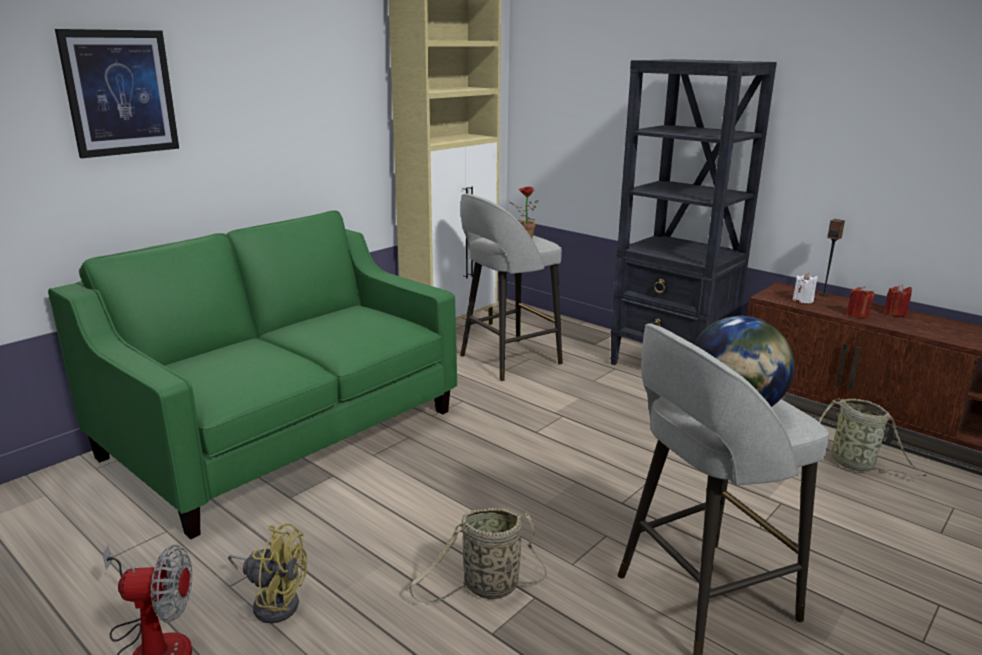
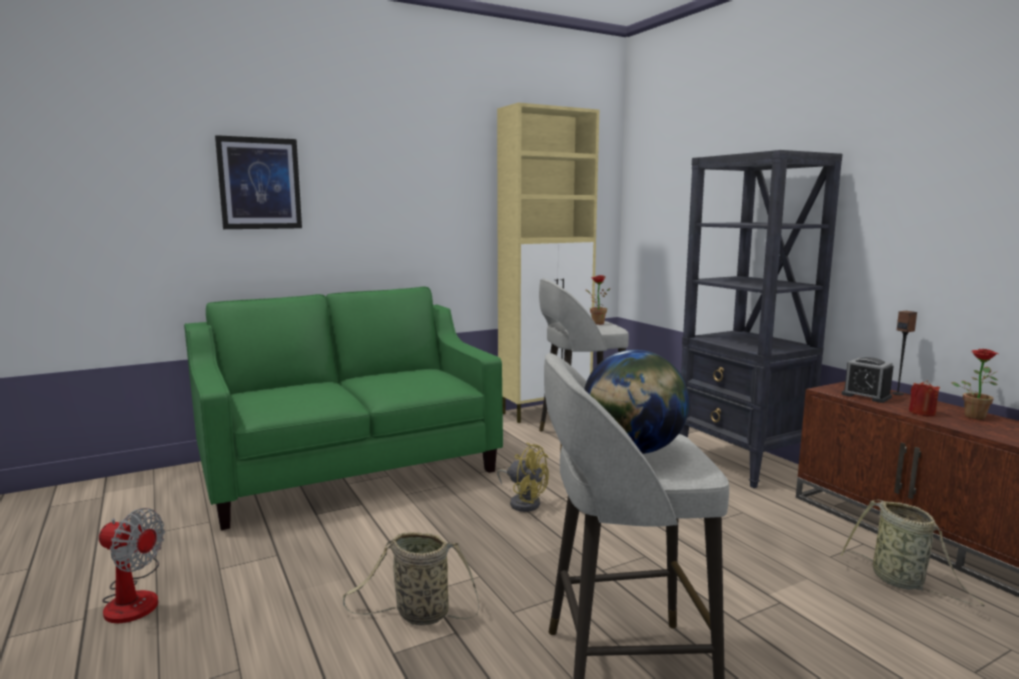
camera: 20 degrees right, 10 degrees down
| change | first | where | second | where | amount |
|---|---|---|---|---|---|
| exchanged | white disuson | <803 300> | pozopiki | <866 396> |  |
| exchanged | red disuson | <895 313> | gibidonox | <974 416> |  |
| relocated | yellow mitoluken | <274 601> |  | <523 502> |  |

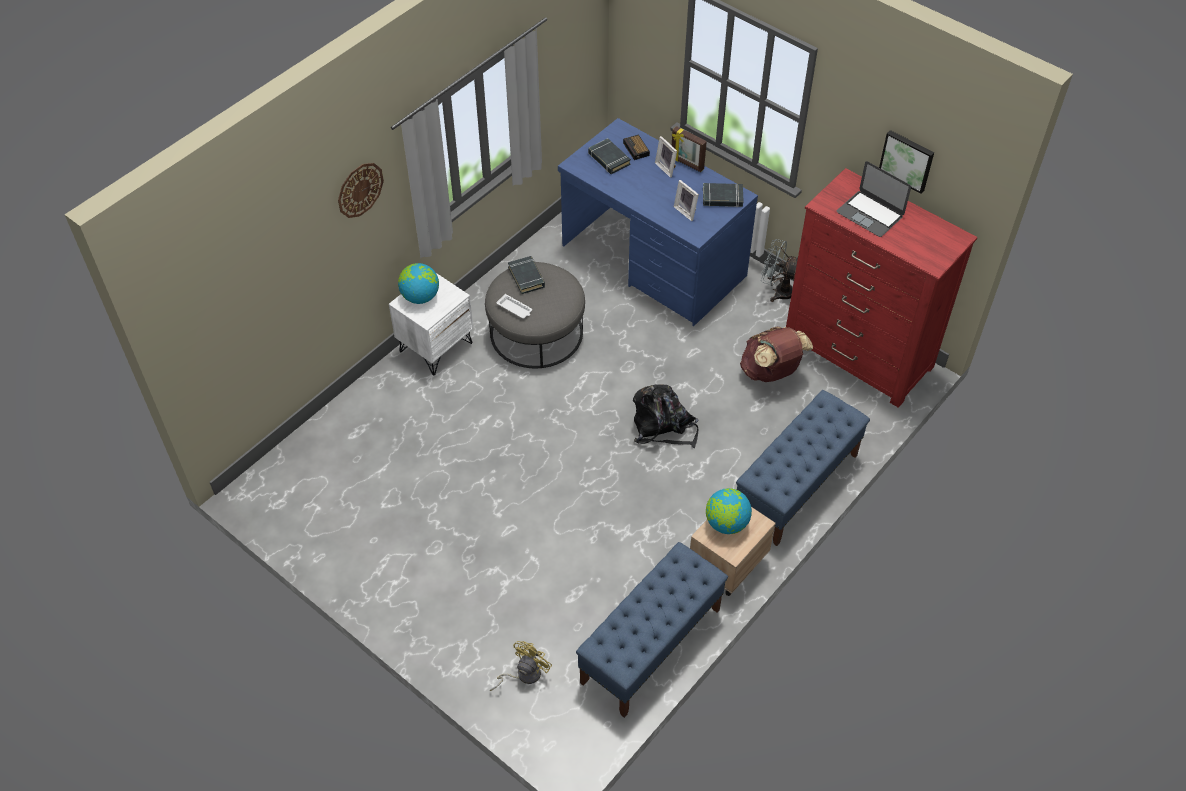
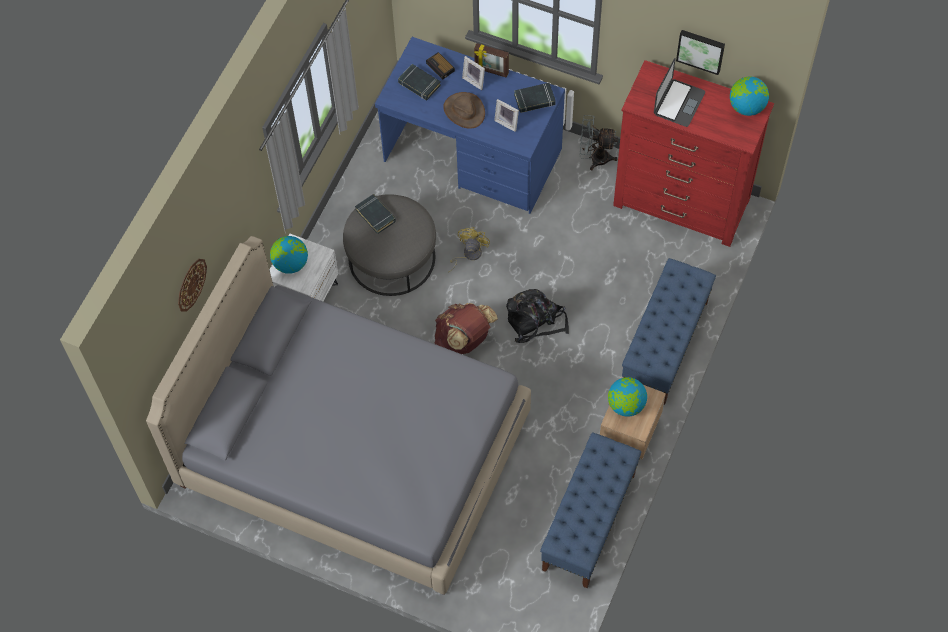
camera: 15 degrees left, 10 degrees up
| change | first | where | second | where | amount |
|---|---|---|---|---|---|
| spun | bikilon | <870 214> |  | <679 103> | 90 degrees counterclockwise |
| relocated | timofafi | <360 189> |  | <191 284> |  |
| missing | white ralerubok | <515 308> |  |  |  |
| relocated | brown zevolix | <771 372> |  | <464 340> |  |
| relocated | yellow mitoluken | <523 674> |  | <468 254> |  |
| appeared |  |  | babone | <746 107> |  |
| appeared |  |  | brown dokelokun | <464 111> |  |
| appeared |  |  | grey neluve | <354 451> |  |

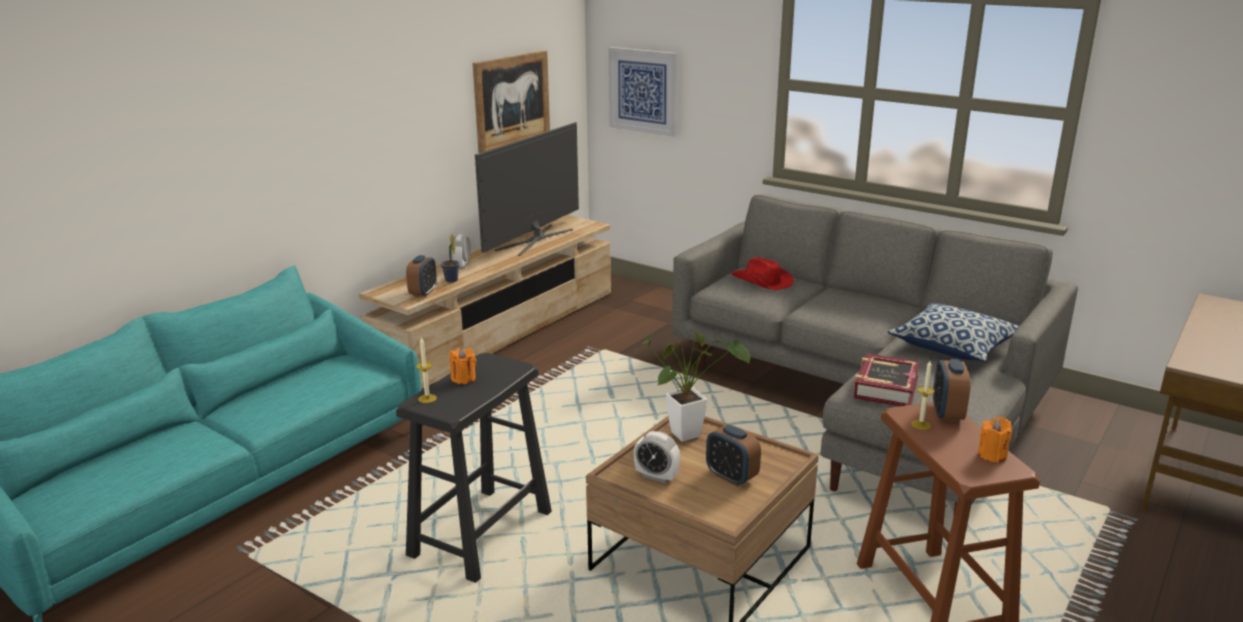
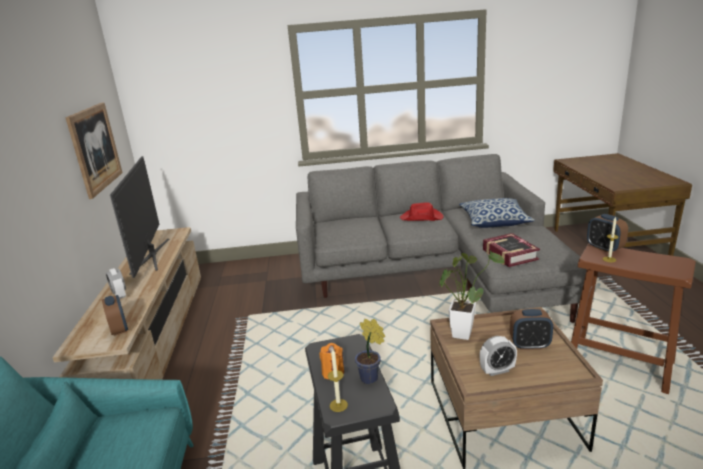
camera: 40 degrees left, 0 degrees up
| change | first | where | second | where | amount |
|---|---|---|---|---|---|
| missing | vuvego | <643 91> |  |  |  |
| relocated | gibidonox | <452 281> |  | <371 379> |  |
| relocated | red dokelokun | <762 281> |  | <422 218> |  |
| missing | orange disuson | <992 455> |  |  |  |

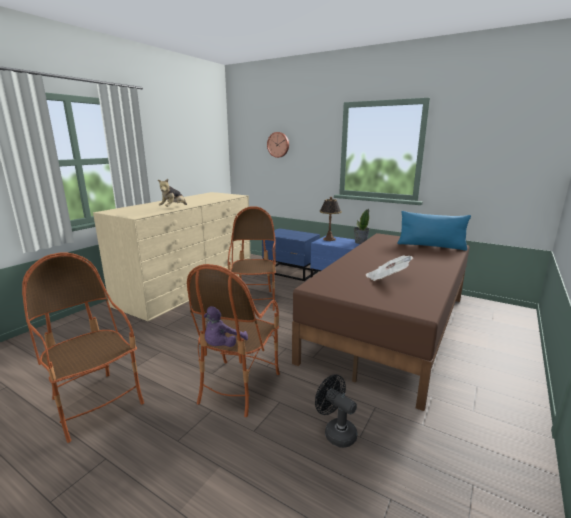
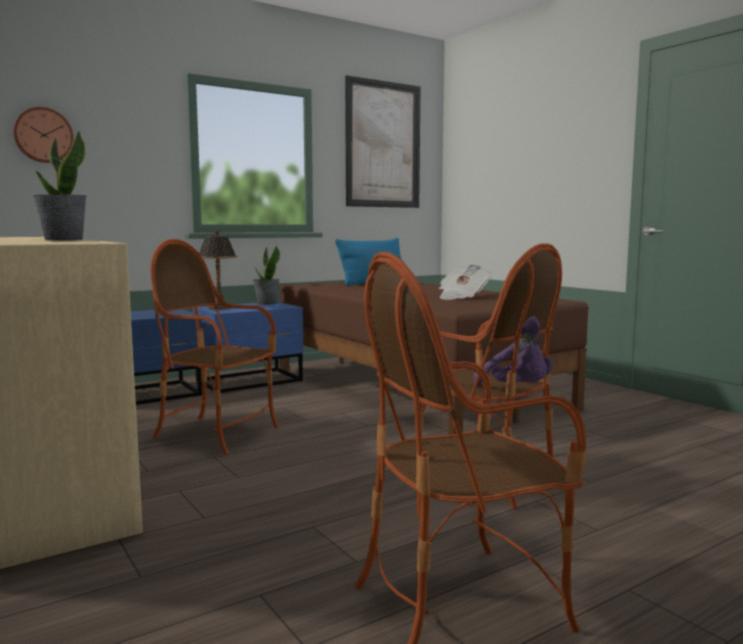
camera: 65 degrees left, 10 degrees down
| change | first | where | second | where | amount |
|---|---|---|---|---|---|
| exchanged | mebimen | <173 208> | gibidonox | <63 240> |  |
| missing | black mitoluken | <336 432> |  |  |  |
| appeared |  |  | vuvego | <383 145> |  |

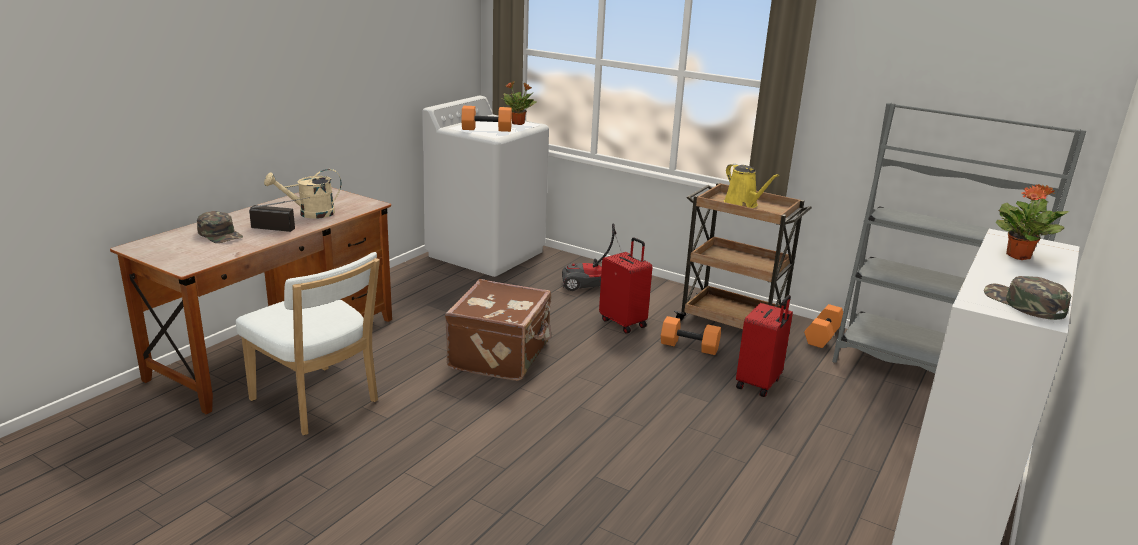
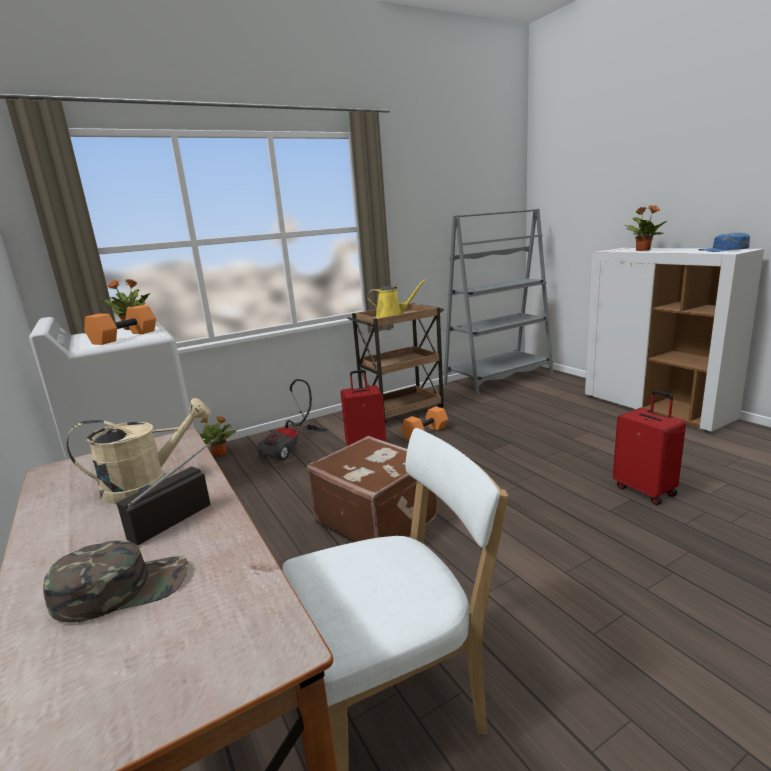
camera: 60 degrees left, 5 degrees down
| change | first | where | second | where | amount |
|---|---|---|---|---|---|
| spun | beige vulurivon | <310 214> |  | <148 484> | 120 degrees counterclockwise |
| colour | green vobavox | <1023 303> | blue vobavox | <723 250> |  |
| relocated | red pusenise | <759 384> |  | <645 490> |  |
| missing | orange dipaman | <824 336> |  |  |  |
| appeared |  |  | gibidonox | <220 454> |  |

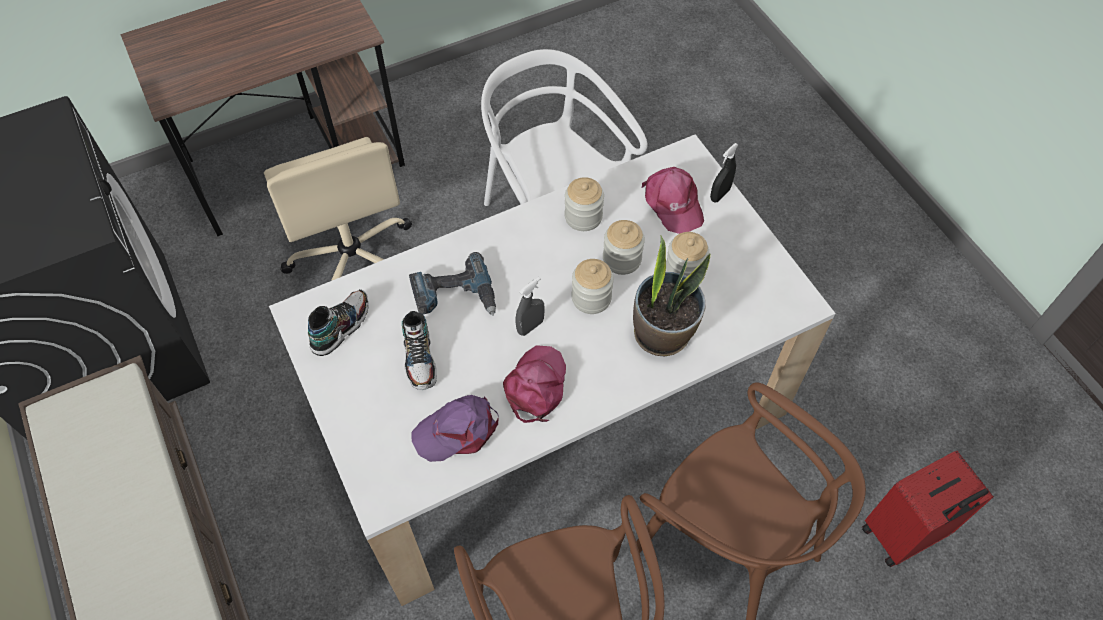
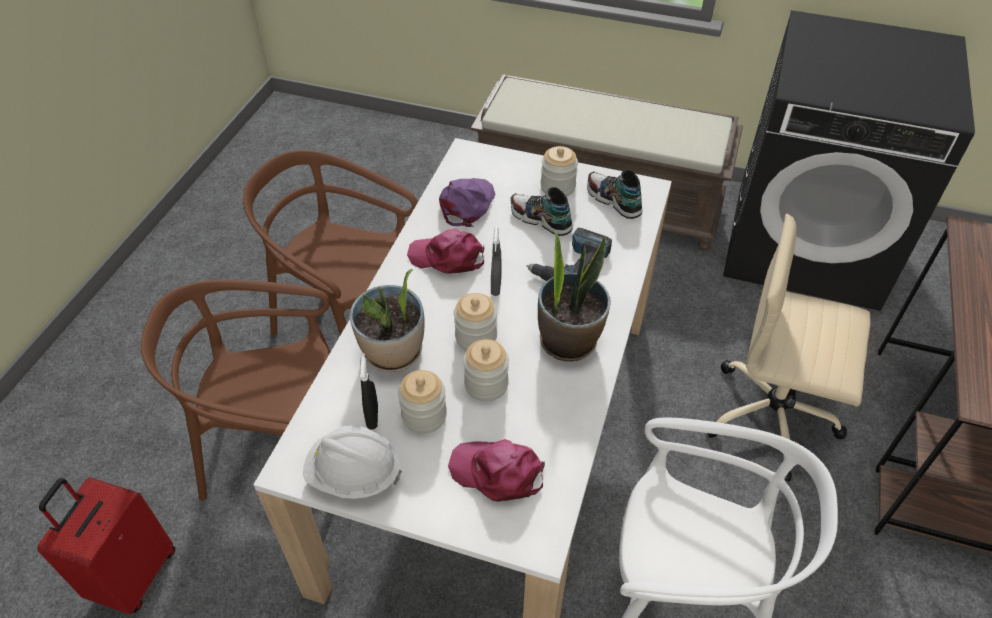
camera: 135 degrees right, 10 degrees down
| change | first | where | second | where | amount |
|---|---|---|---|---|---|
| relocated | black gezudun | <720 194> |  | <372 417> |  |
| relocated | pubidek | <583 217> |  | <557 187> |  |
| spun | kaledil | <341 326> |  | <613 201> | 150 degrees clockwise |
| spun | pink vobavox | <536 386> |  | <447 257> | 135 degrees clockwise |
| appeared |  |  | gibidonox | <568 340> |  |
| appeared |  |  | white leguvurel | <353 475> |  |

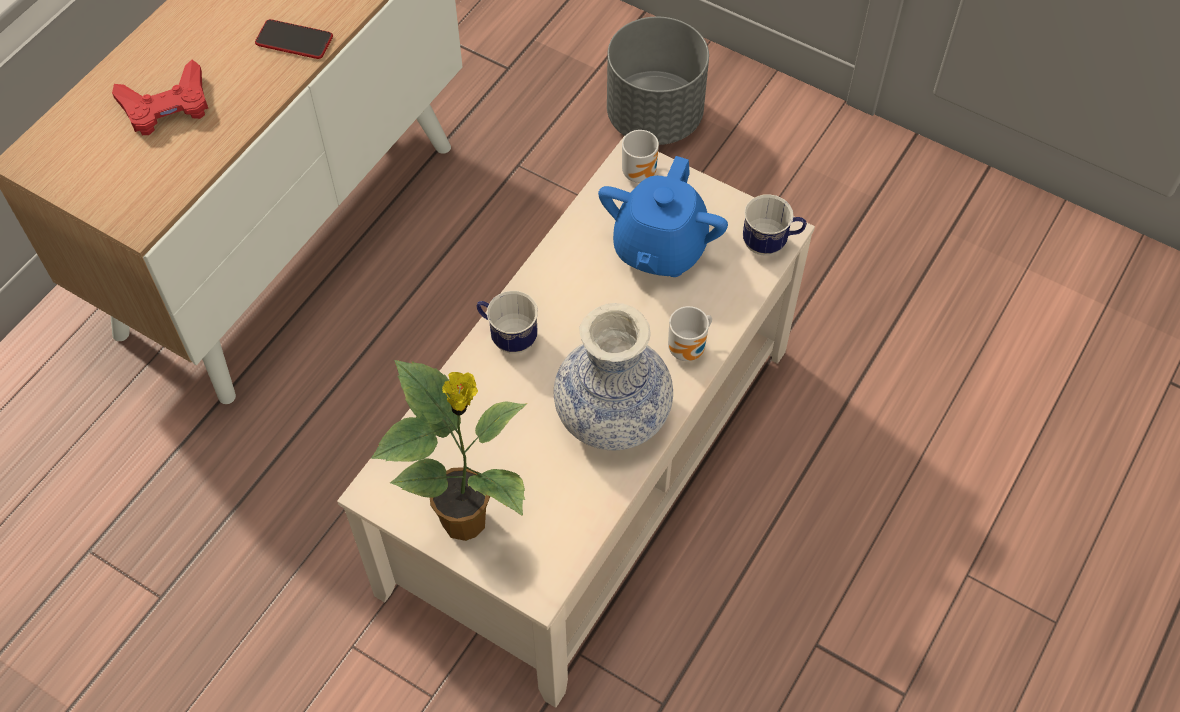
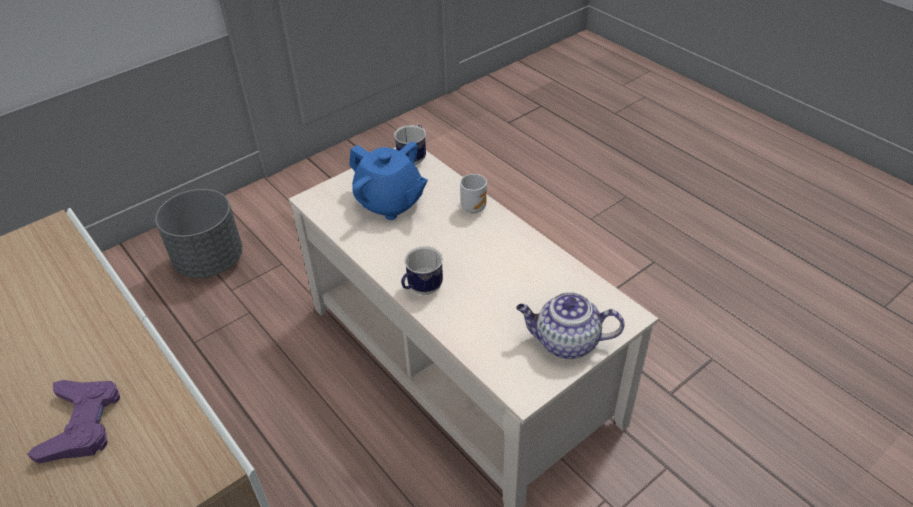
camera: 70 degrees left, 15 degrees down
| change | first | where | second | where | amount |
|---|---|---|---|---|---|
| missing | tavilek | <294 40> |  |  |  |
| colour | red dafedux | <166 106> | purple dafedux | <82 424> |  |
| missing | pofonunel | <641 172> |  |  |  |
| missing | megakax | <612 415> |  |  |  |
| exchanged | gibidonox | <467 520> | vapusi | <565 342> |  |

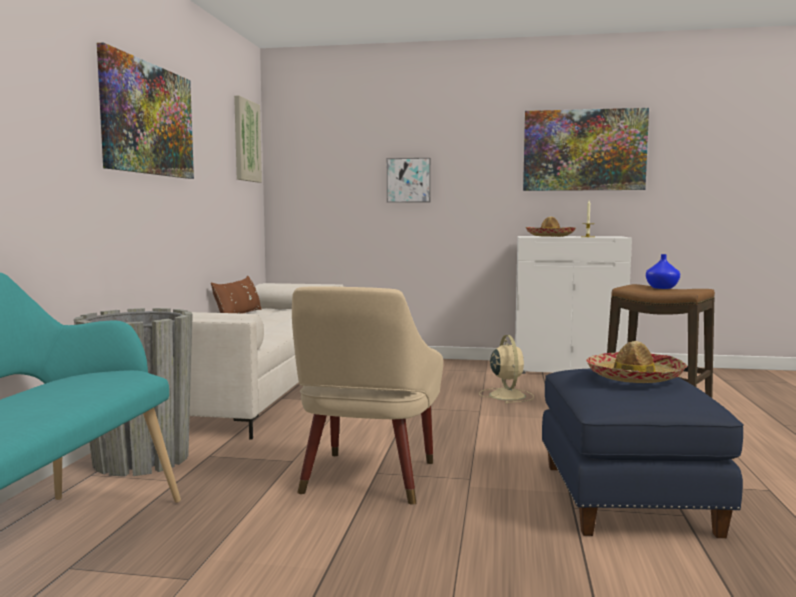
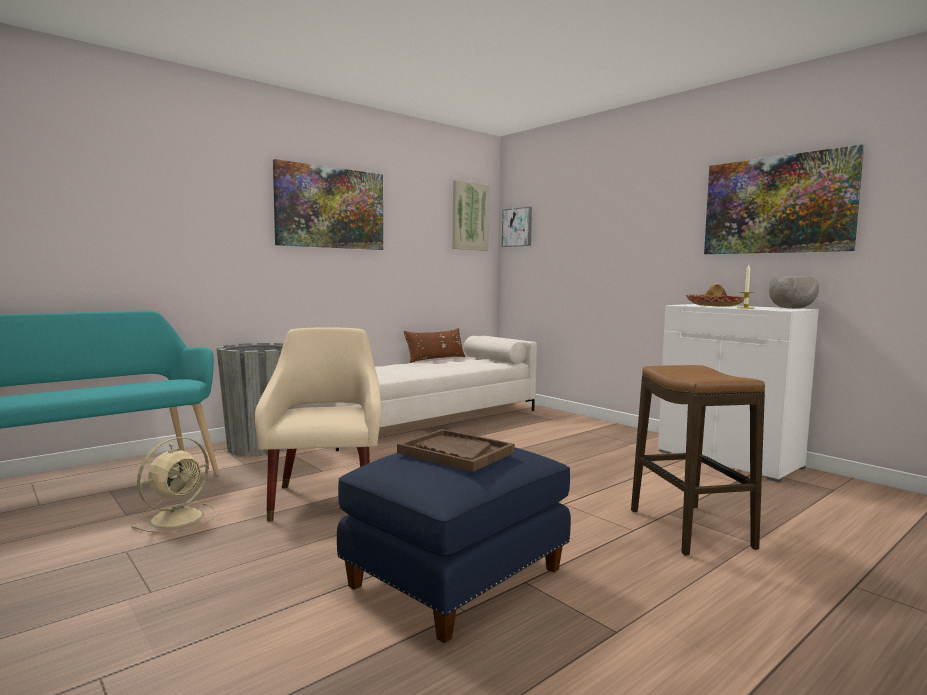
camera: 40 degrees right, 0 degrees up
| change | first | where | second | where | amount |
|---|---|---|---|---|---|
| relocated | vuvego | <408 180> |  | <517 227> |  |
| missing | blue megakax | <661 288> |  |  |  |
| spun | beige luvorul | <366 481> |  | <325 497> | 120 degrees clockwise |
| relocated | beige mitoluken | <506 395> |  | <179 517> |  |
| exchanged | dokelokun | <634 377> | brown ralerubok | <455 453> |  |
| appeared |  |  | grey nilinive | <792 308> |  |

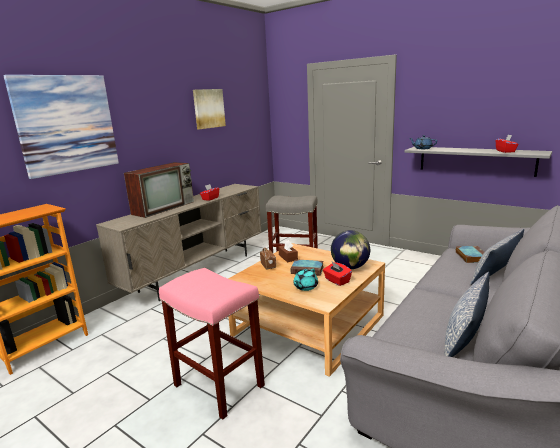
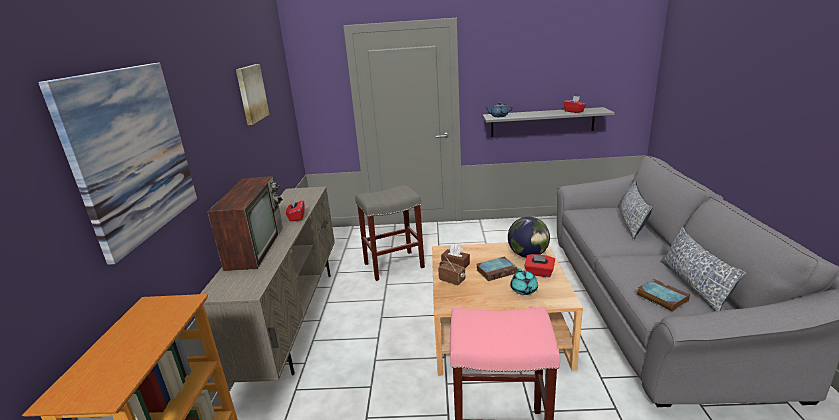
camera: 35 degrees left, 5 degrees up
| change | first | where | second | where | amount |
|---|---|---|---|---|---|
| relocated | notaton | <471 256> |  | <660 297> |  |

